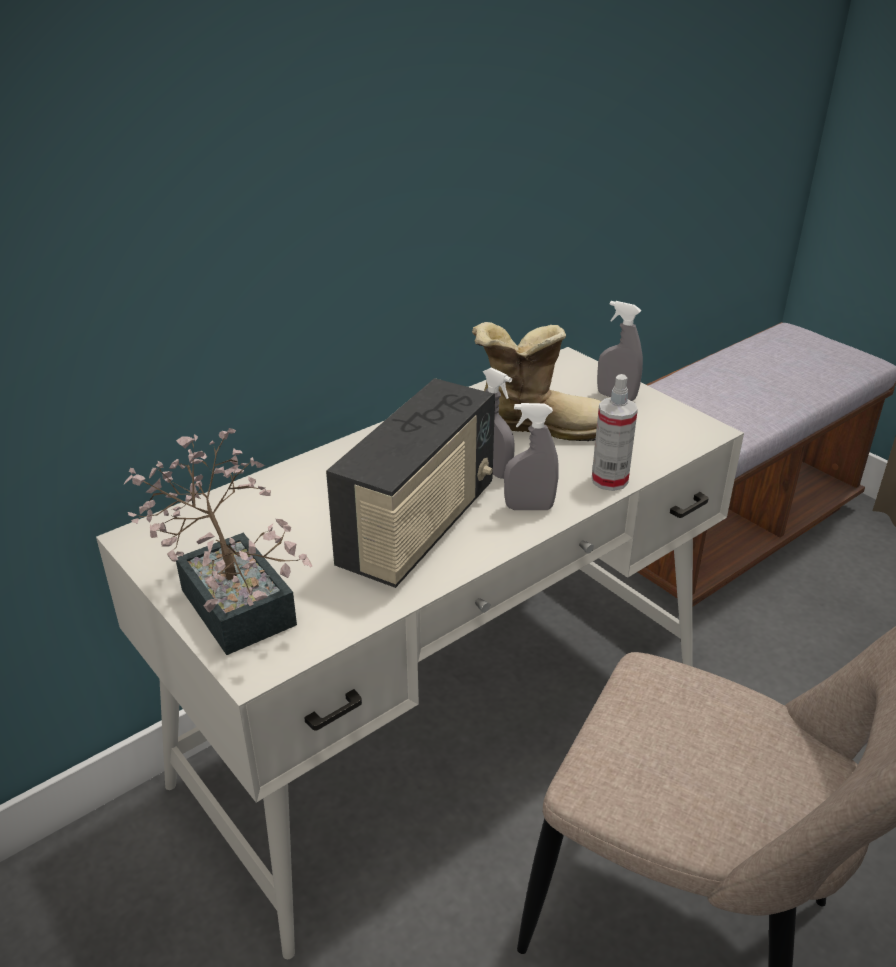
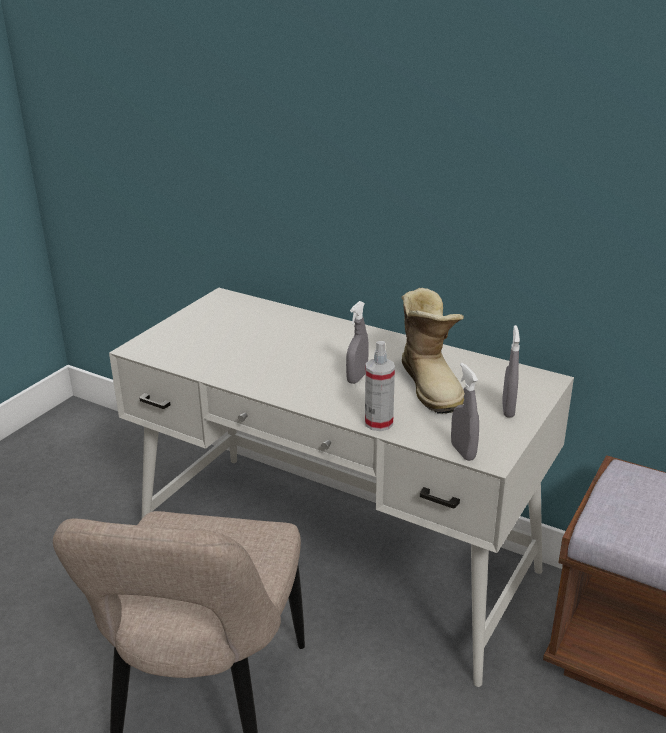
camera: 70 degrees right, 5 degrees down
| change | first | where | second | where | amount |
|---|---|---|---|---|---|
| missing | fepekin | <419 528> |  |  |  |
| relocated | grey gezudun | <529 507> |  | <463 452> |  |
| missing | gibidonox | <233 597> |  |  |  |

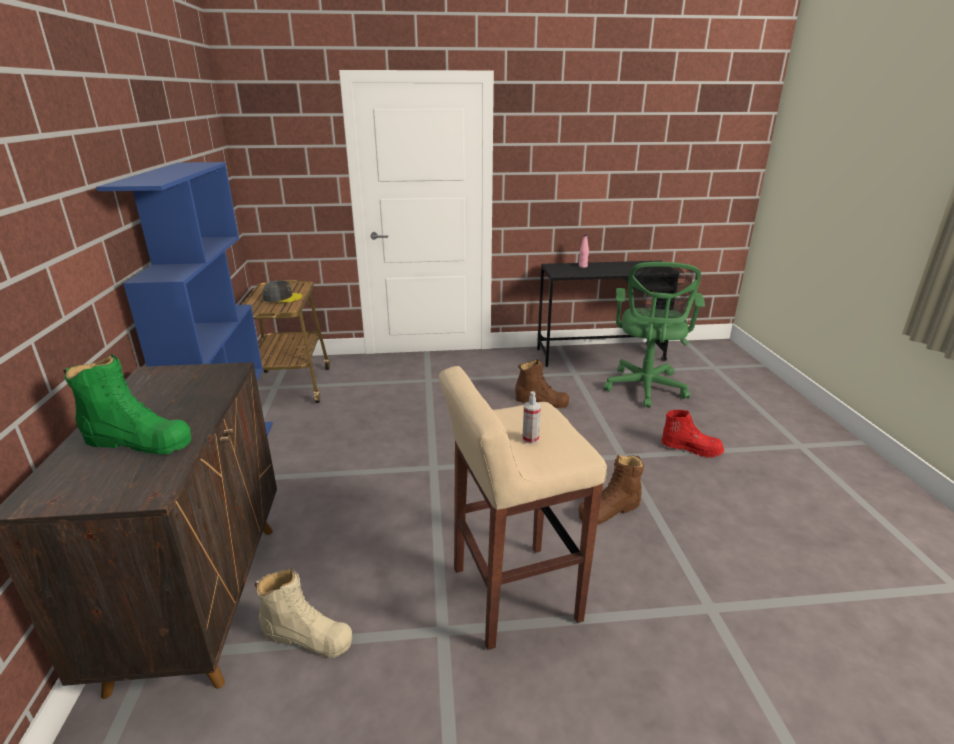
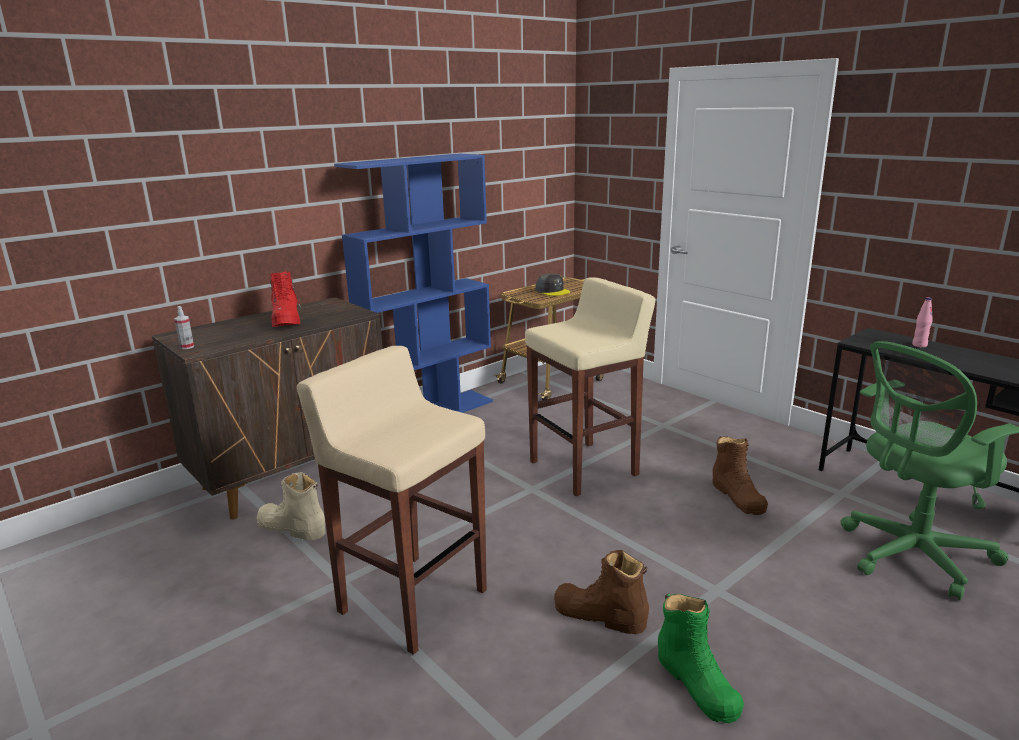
camera: 55 degrees right, 5 degrees down
| change | first | where | second | where | amount |
|---|---|---|---|---|---|
| relocated | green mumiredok | <138 441> |  | <697 684> |  |
| relocated | gezudun | <530 439> |  | <187 347> |  |
| relocated | red mumiredok | <691 449> |  | <286 320> |  |
| spun | beige mumiredok | <307 637> |  | <291 527> | 135 degrees clockwise |
| appeared |  |  | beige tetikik | <585 468> |  |

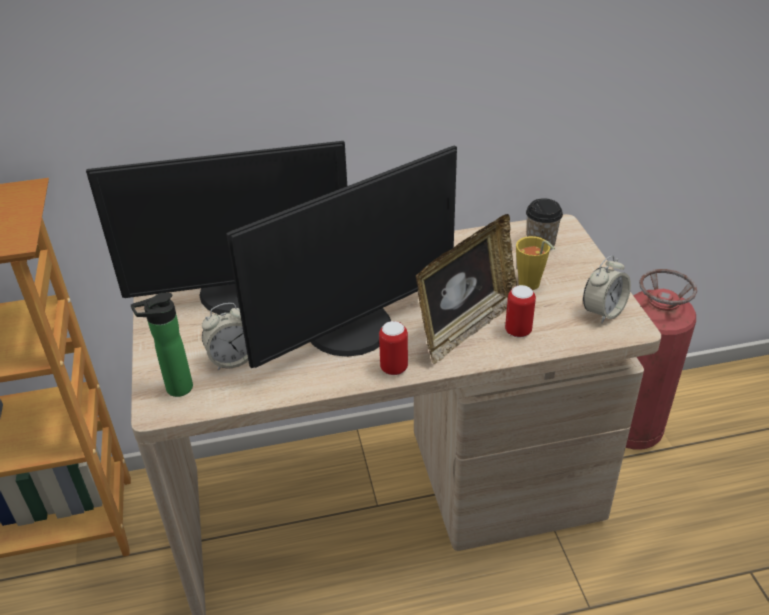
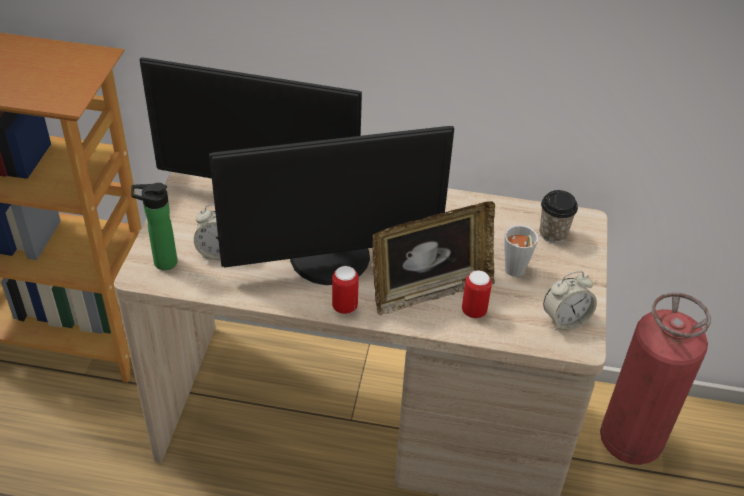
camera: 20 degrees right, 5 degrees up
| change | first | where | second | where | amount |
|---|---|---|---|---|---|
| colour | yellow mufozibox | <531 286> | grey mufozibox | <515 273> |  |

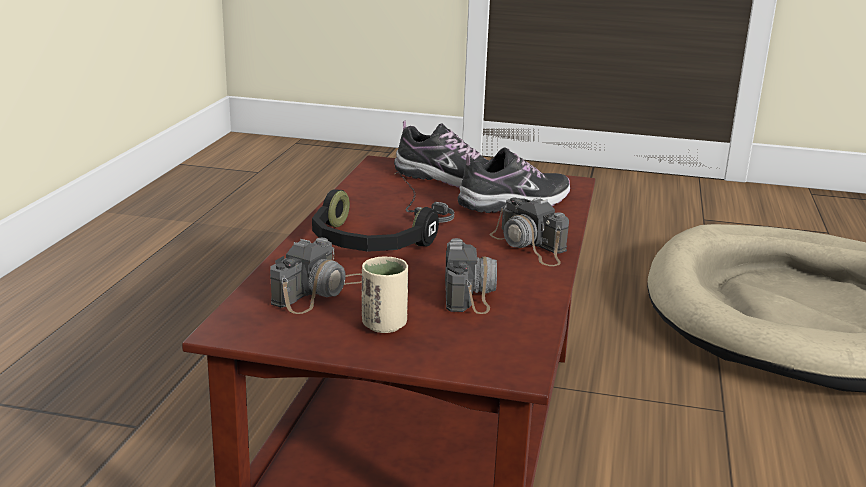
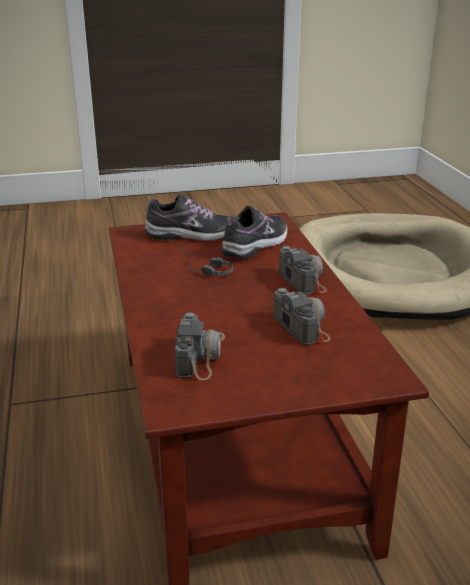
camera: 25 degrees left, 5 degrees up
| change | first | where | second | where | amount |
|---|---|---|---|---|---|
| missing | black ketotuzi | <366 244> |  |  |  |
| spun | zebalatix | <530 246> |  | <302 278> | 135 degrees counterclockwise |
| missing | beige mufozibox | <384 325> |  |  |  |

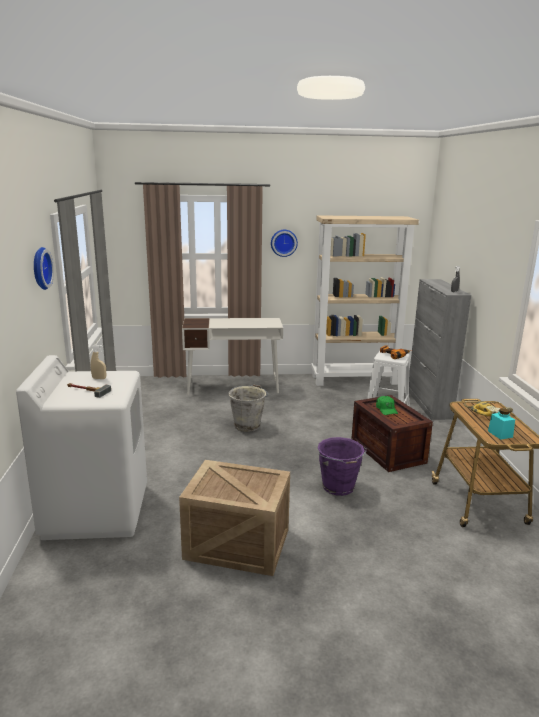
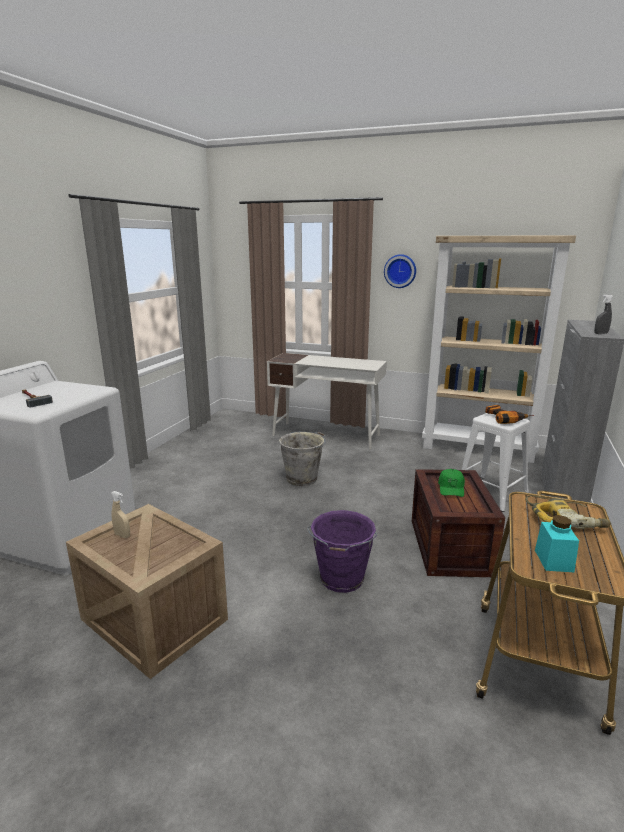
camera: 25 degrees right, 0 degrees up
| change | first | where | second | where | amount |
|---|---|---|---|---|---|
| missing | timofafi | <39 268> |  |  |  |
| relocated | beige gezudun | <99 378> |  | <122 535> |  |

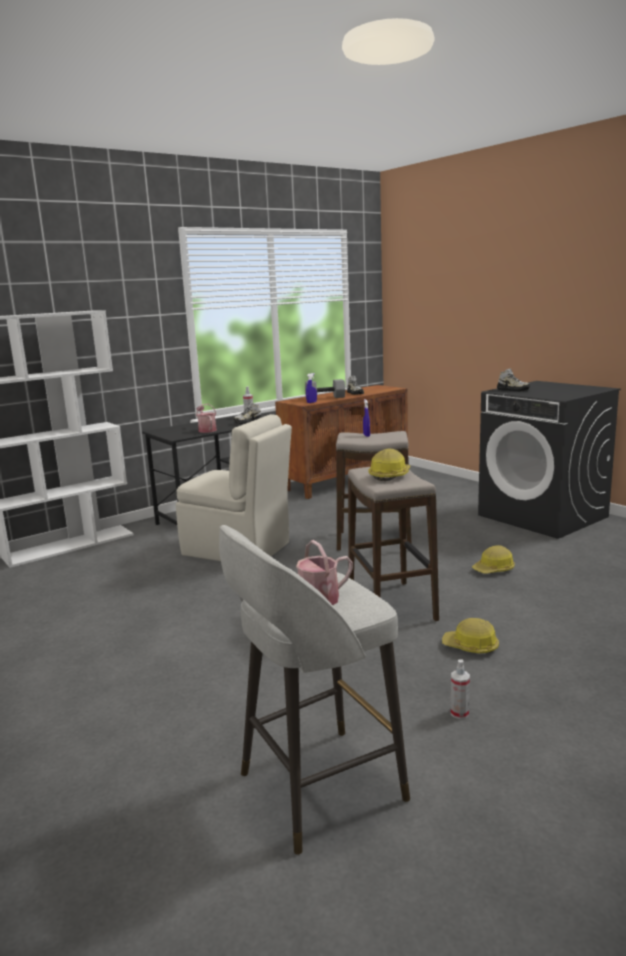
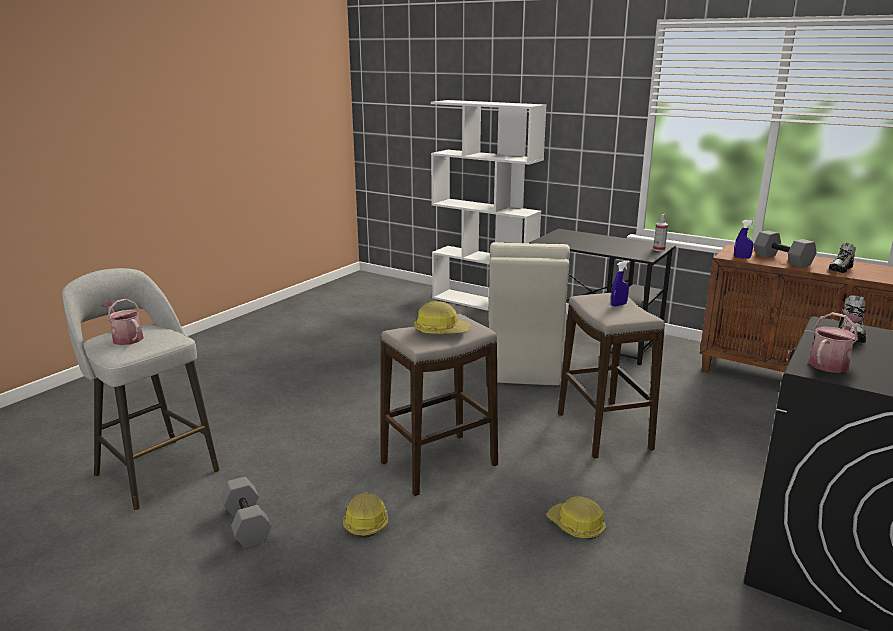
camera: 70 degrees right, 5 degrees up
| change | first | where | second | where | amount |
|---|---|---|---|---|---|
| missing | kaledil | <248 422> |  |  |  |
| relocated | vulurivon | <206 430> |  | <831 362> |  |
| exchanged | gezudun | <459 713> | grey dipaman | <245 524> |  |

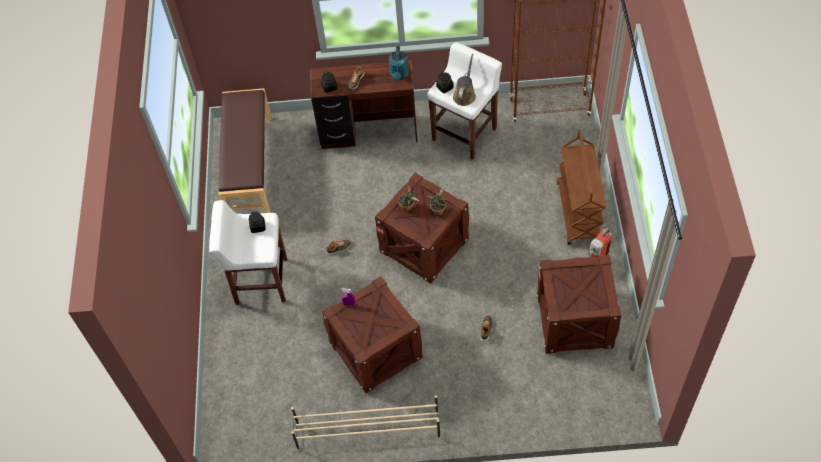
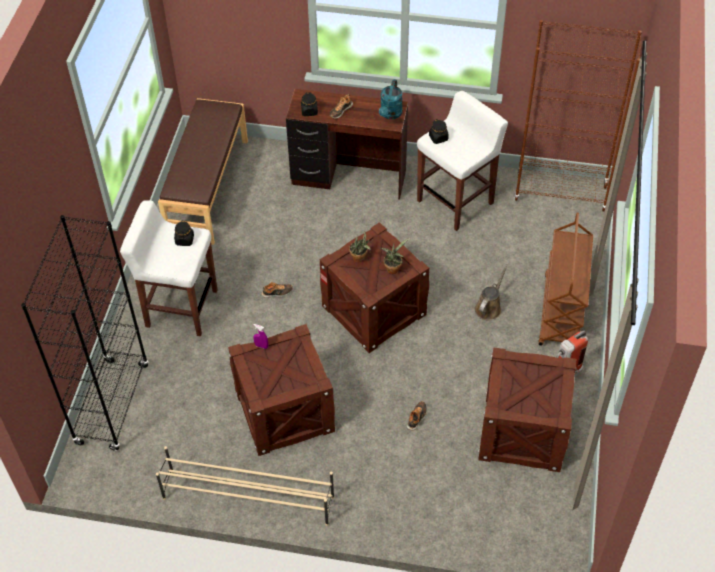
camera: 10 degrees right, 5 degrees down
| change | first | where | second | where | amount |
|---|---|---|---|---|---|
| relocated | brown vulurivon | <465 95> |  | <489 307> |  |
| appeared |  |  | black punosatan | <112 404> |  |

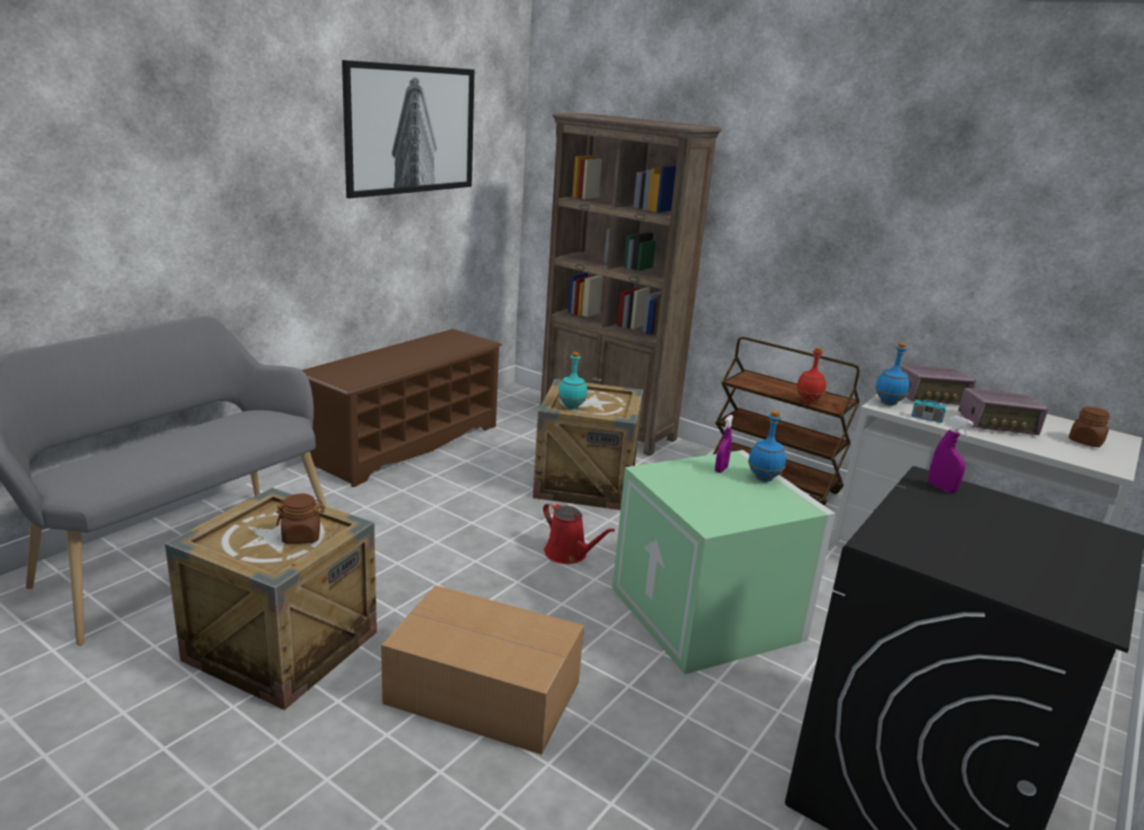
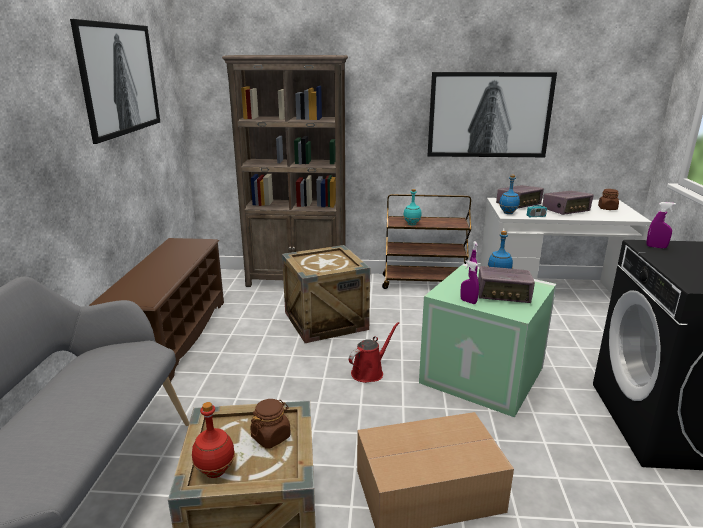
camera: 30 degrees left, 0 degrees up
| change | first | where | second | where | amount |
|---|---|---|---|---|---|
| relocated | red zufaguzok | <808 401> |  | <215 471> |  |
| relocated | turquoise zufaguzok | <571 407> |  | <412 224> |  |
| spun | red vulurivon | <568 554> |  | <369 372> | 60 degrees counterclockwise |
| appeared |  |  | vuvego | <489 115> |  |
| appeared |  |  | purple gezudun | <468 301> |  |
| appeared |  |  | fepekin | <503 295> |  |

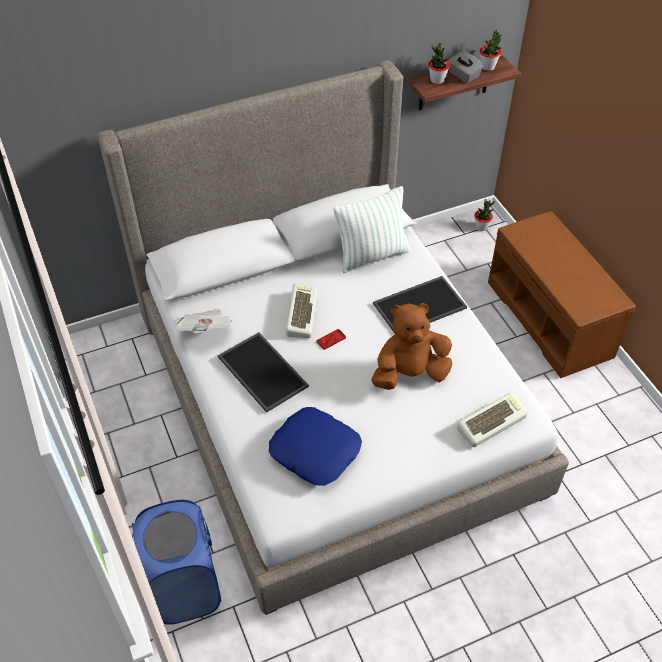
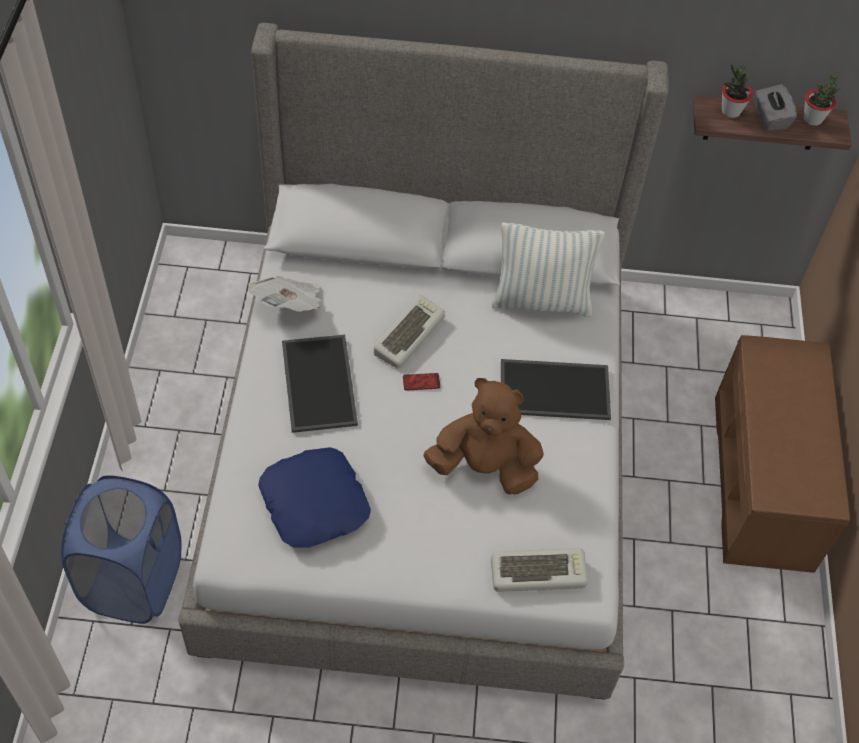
camera: 25 degrees right, 5 degrees up
| change | first | where | second | where | amount |
|---|---|---|---|---|---|
| missing | gibidonox | <481 227> |  |  |  |

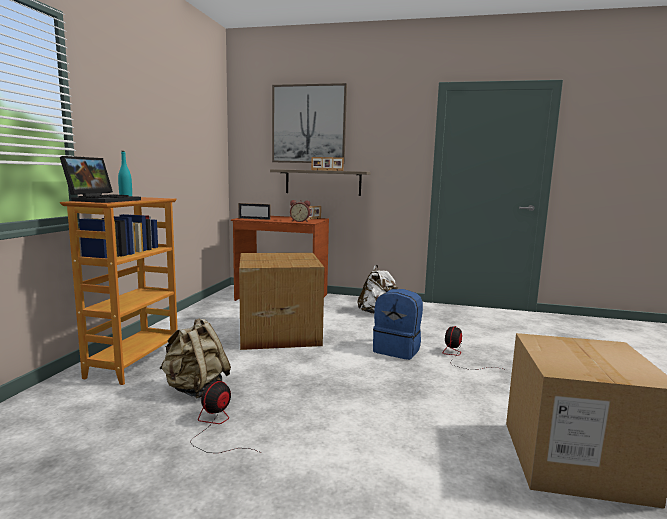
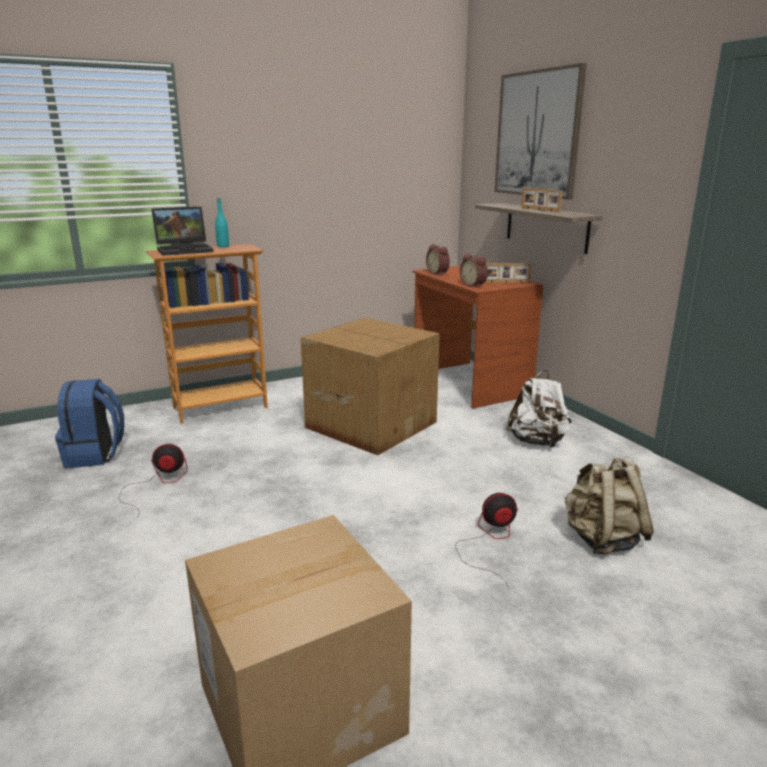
camera: 50 degrees right, 10 degrees up
| change | first | where | second | where | amount |
|---|---|---|---|---|---|
| exchanged | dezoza | <254 219> | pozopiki | <438 273> |  |
| relocated | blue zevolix | <397 350> |  | <95 455> |  |
| relocated | beige zevolix | <195 389> |  | <602 540> |  |

